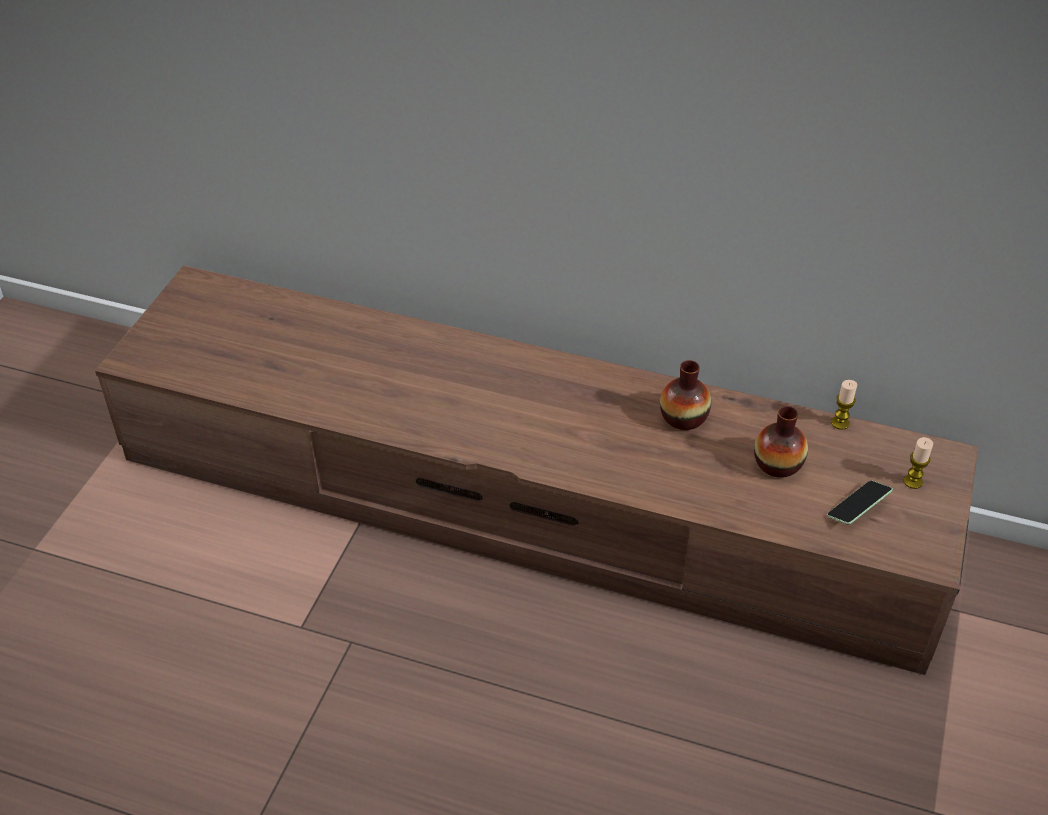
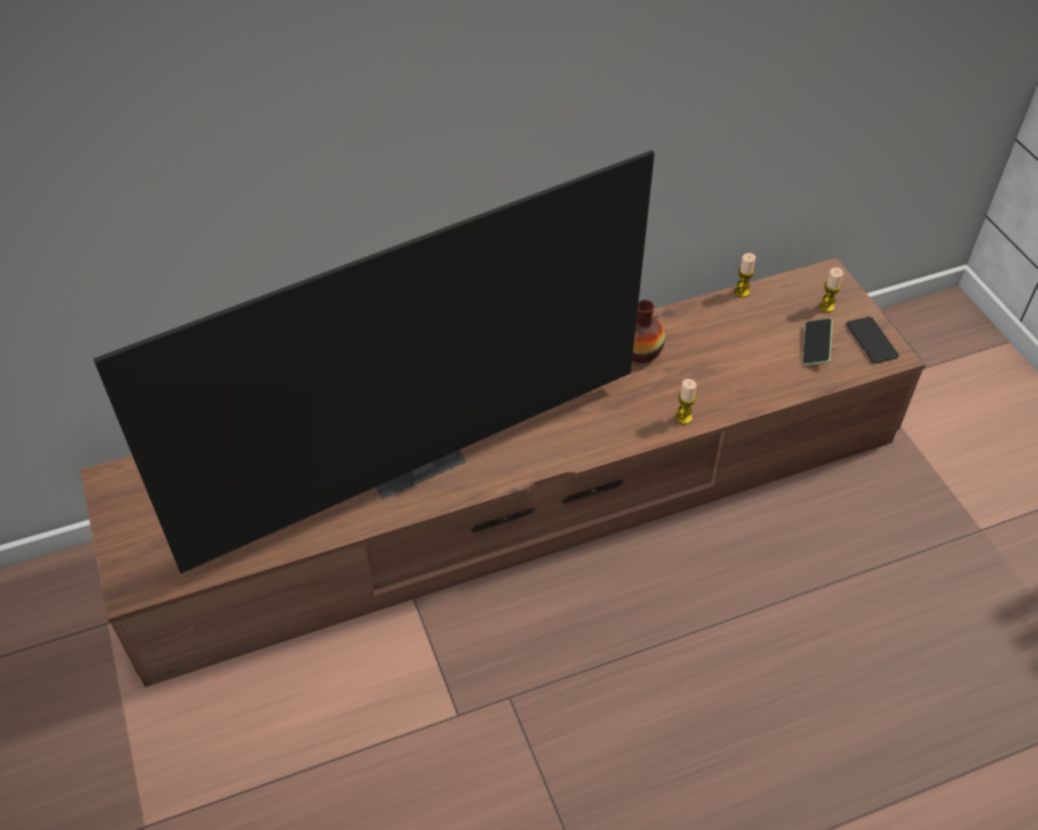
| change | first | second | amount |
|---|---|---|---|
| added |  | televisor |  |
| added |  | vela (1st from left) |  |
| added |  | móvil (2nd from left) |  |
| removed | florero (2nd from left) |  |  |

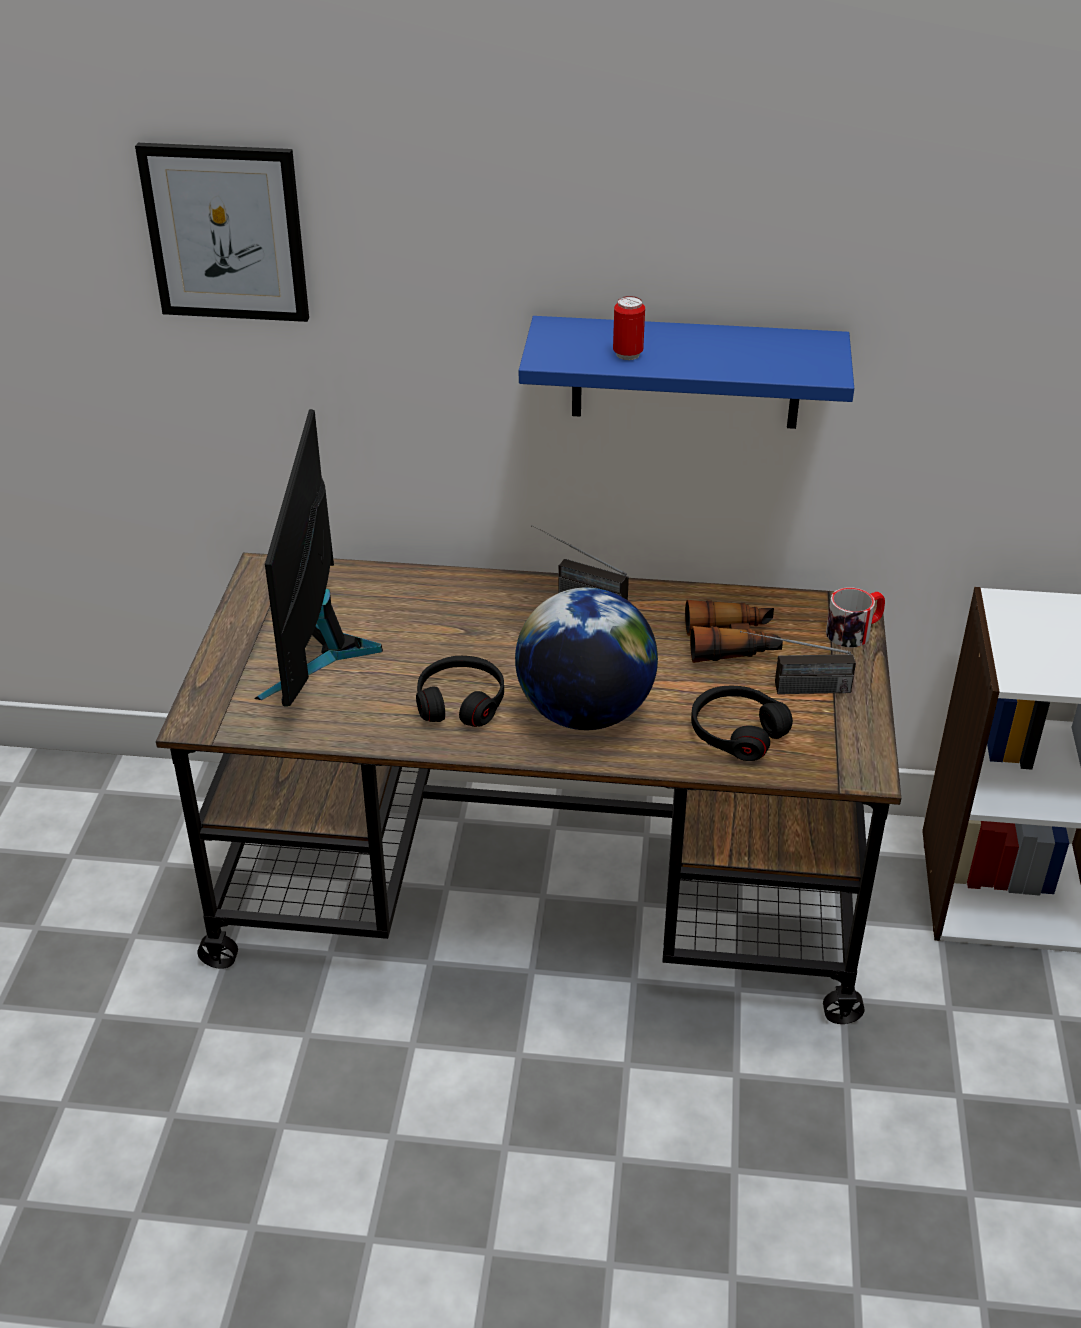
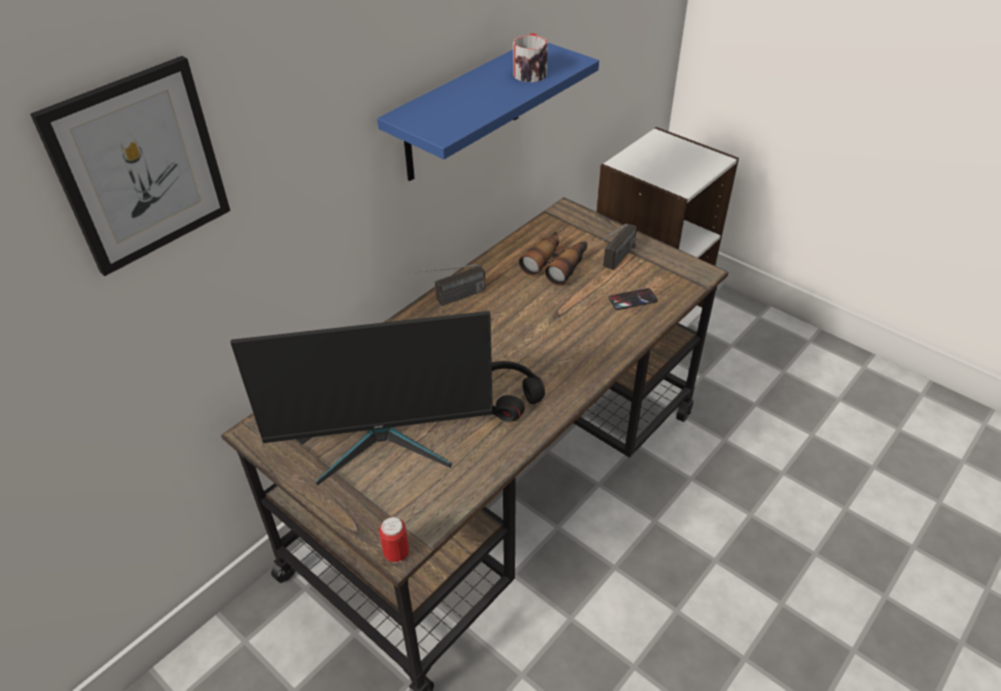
| change | first | second | amount |
|---|---|---|---|
| turned | monitor |  | 45 degrees counterclockwise |
| moved | lata |  |  |
| moved | taza grande |  |  |
| replaced | auriculares (negro) (2nd from left) | móvil |  |
| removed | globo terráqueo |  |  |

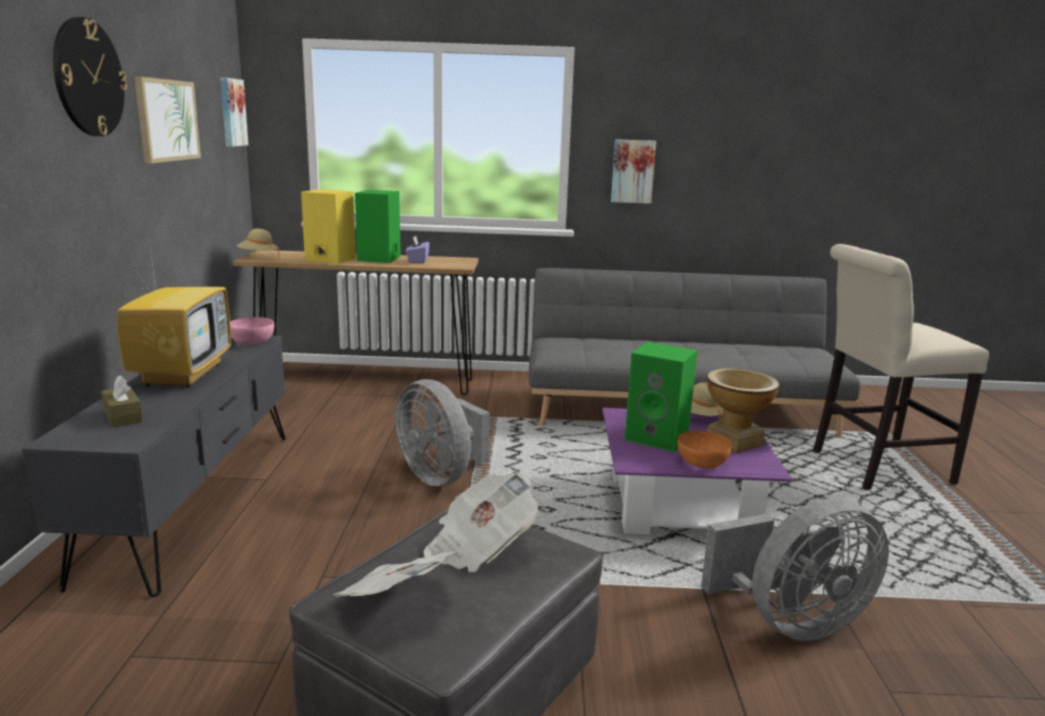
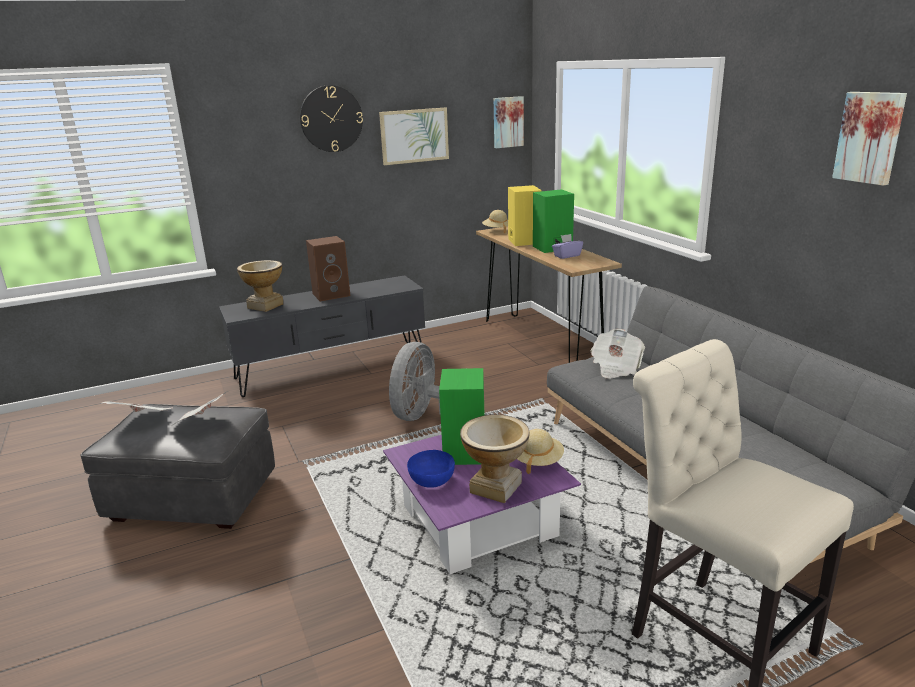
| change | first | second | amount |
|---|---|---|---|
| replaced | caja de pañuelos (marrón) | florero (1st from left) |  |
| replaced | televisor | altavoz (marrón) |  |
| recoloured | cuenco (naranja) | cuenco (azul) |  |
| added |  | periódico (3rd from left) |  |
| moved | cuadro (3rd from left) |  |  |
| removed | cuenco (rosa) |  |  |
| removed | ventilador (gris) (2nd from left) |  |  |

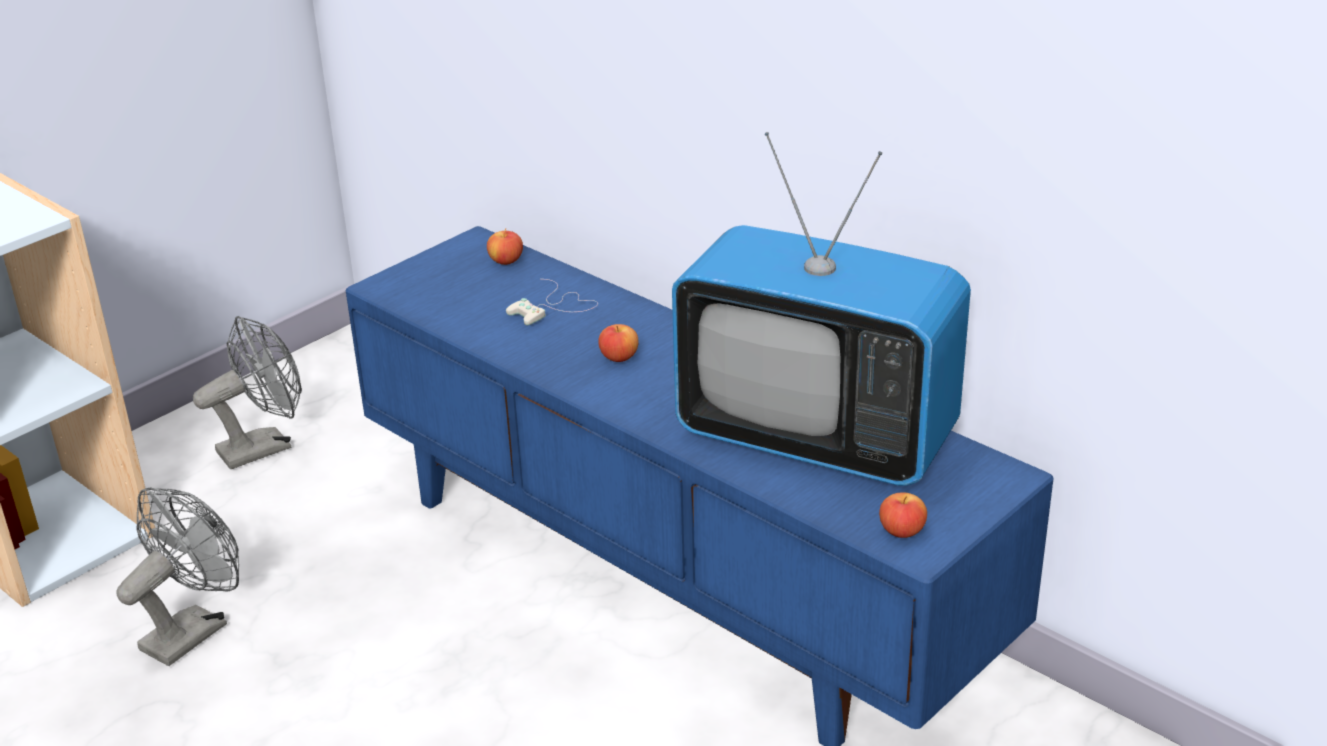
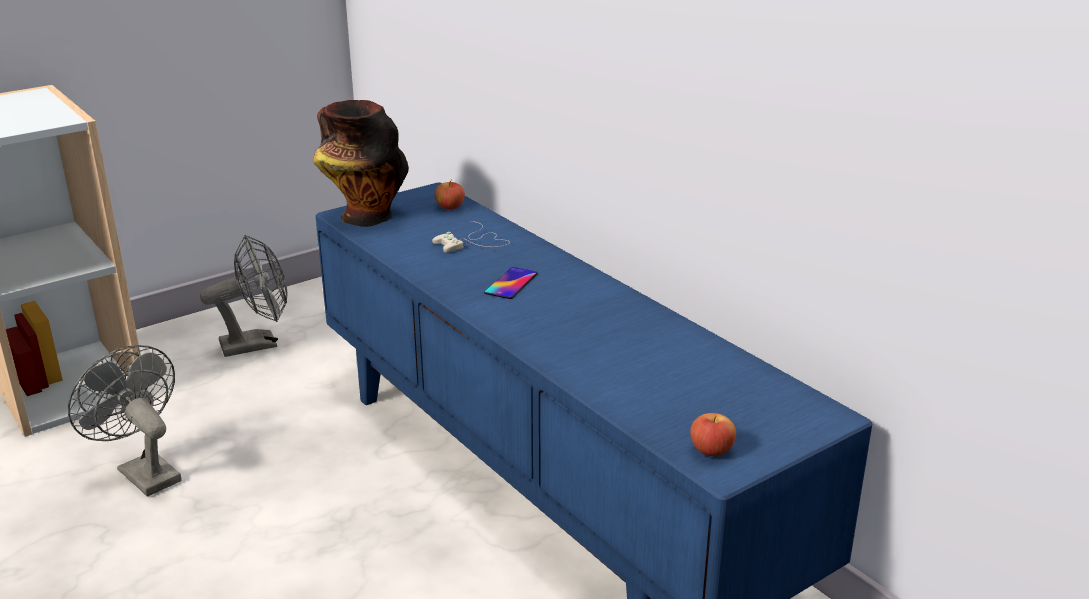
| change | first | second | amount |
|---|---|---|---|
| turned | ventilador (gris) (1st from left) |  | 90 degrees counterclockwise |
| added |  | florero |  |
| replaced | manzana (2nd from left) | móvil |  |
| removed | televisor |  |  |

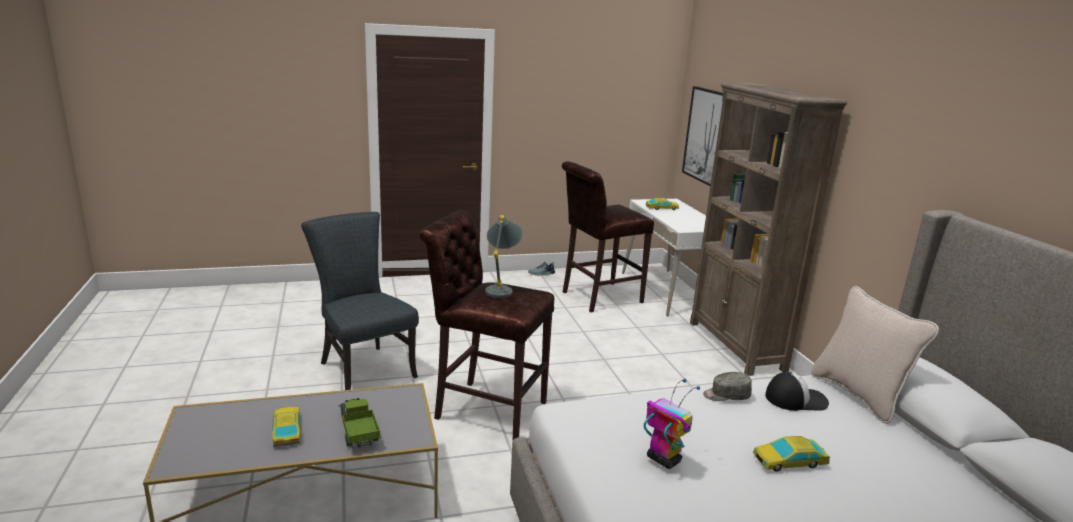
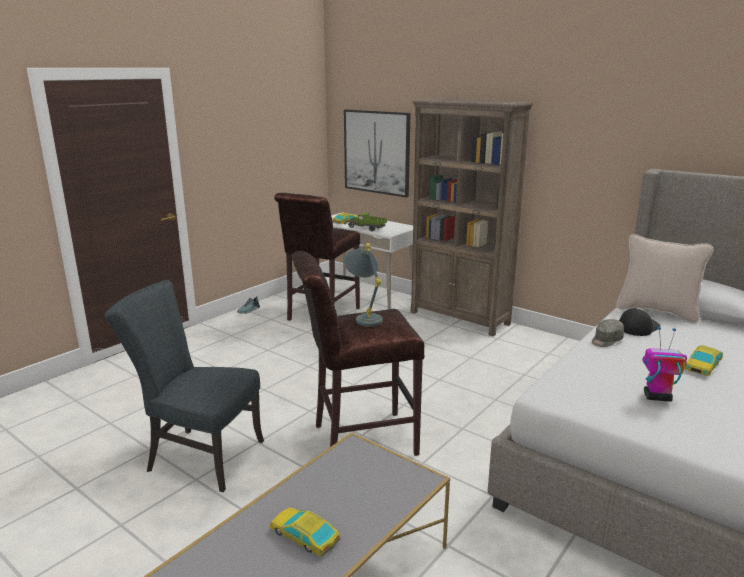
| change | first | second | amount |
|---|---|---|---|
| moved | camión de juguete |  |  |

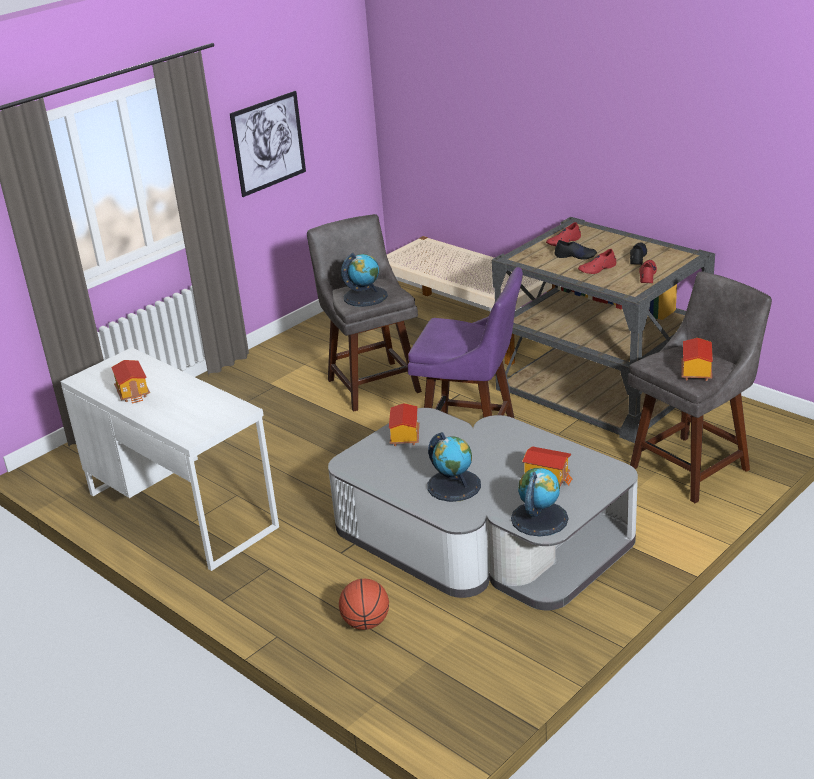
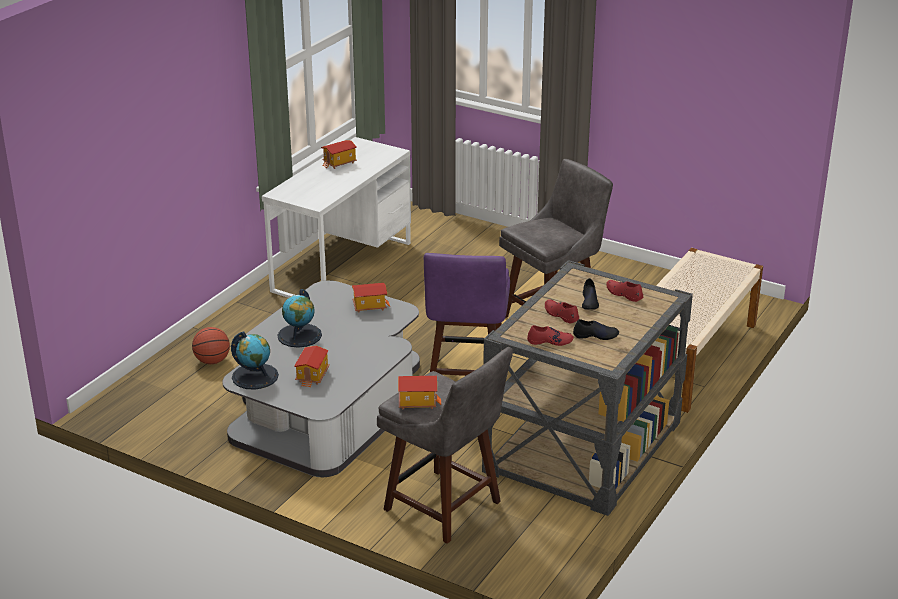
| change | first | second | amount |
|---|---|---|---|
| removed | cuadro |  |  |
| removed | globo terráqueo (1st from left) |  |  |

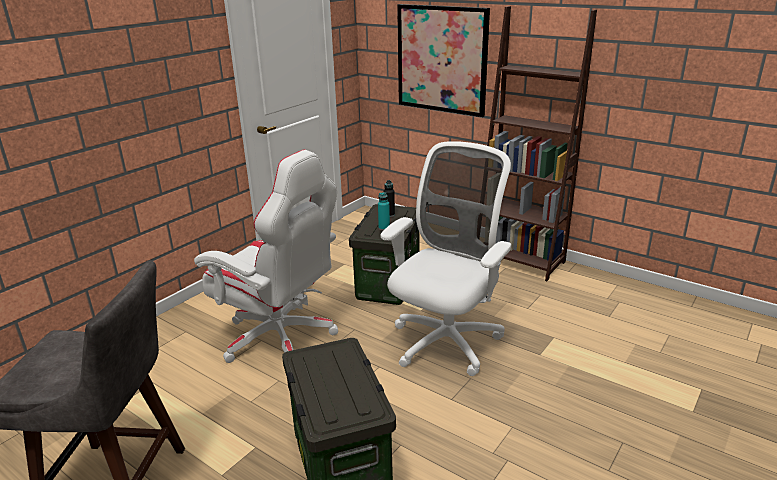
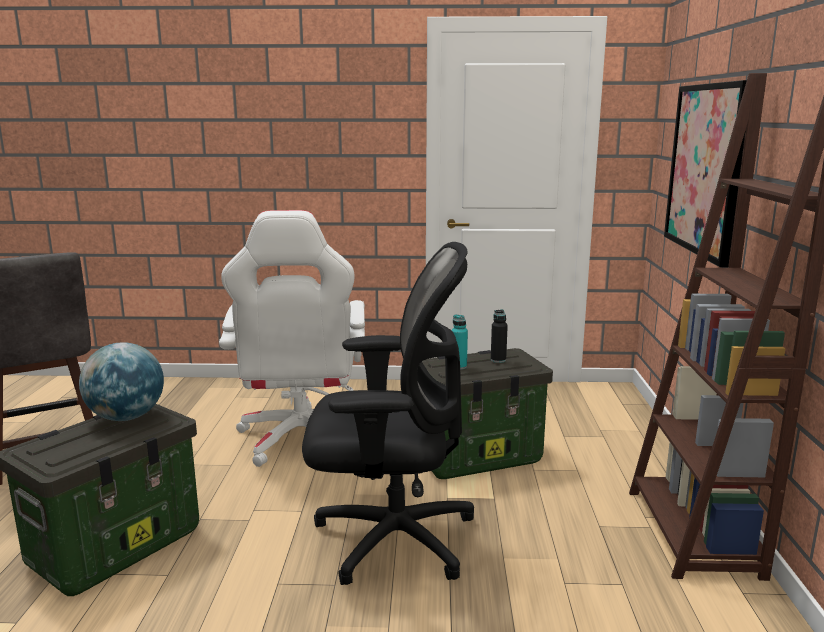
| change | first | second | amount |
|---|---|---|---|
| added |  | globo terráqueo |  |
| recoloured | silla de oficina (blanco) (2nd from left) | silla de oficina (negro) |  |

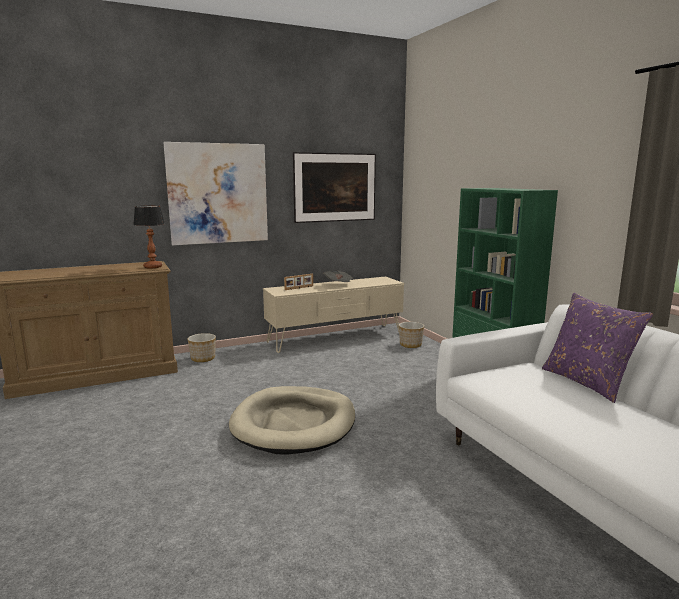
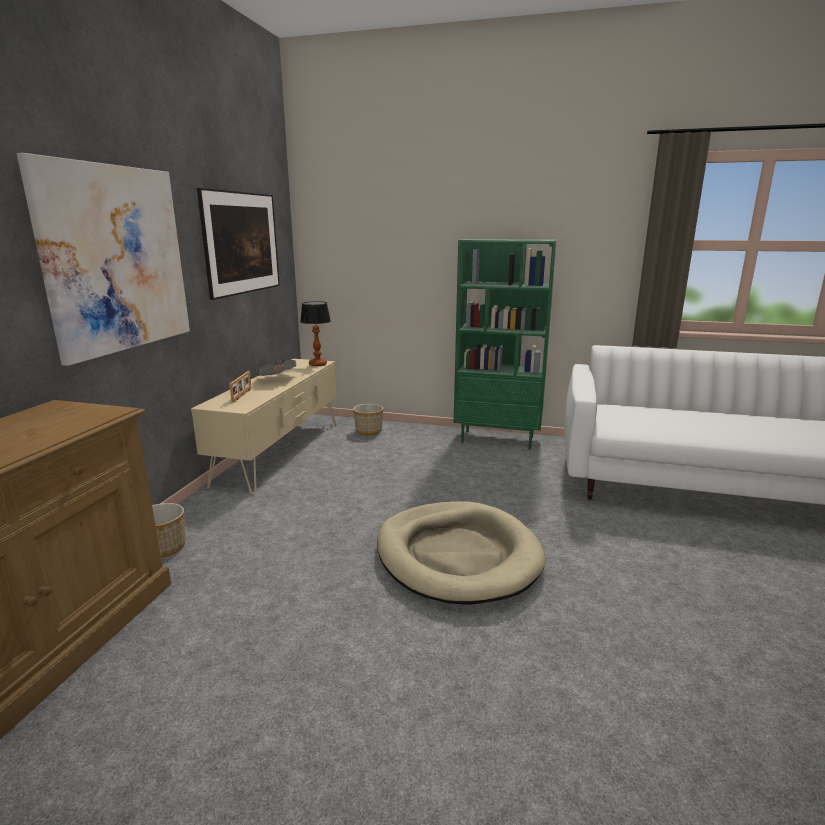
| change | first | second | amount |
|---|---|---|---|
| moved | lámpara de mesa |  |  |
| removed | cojín (morado) |  |  |

